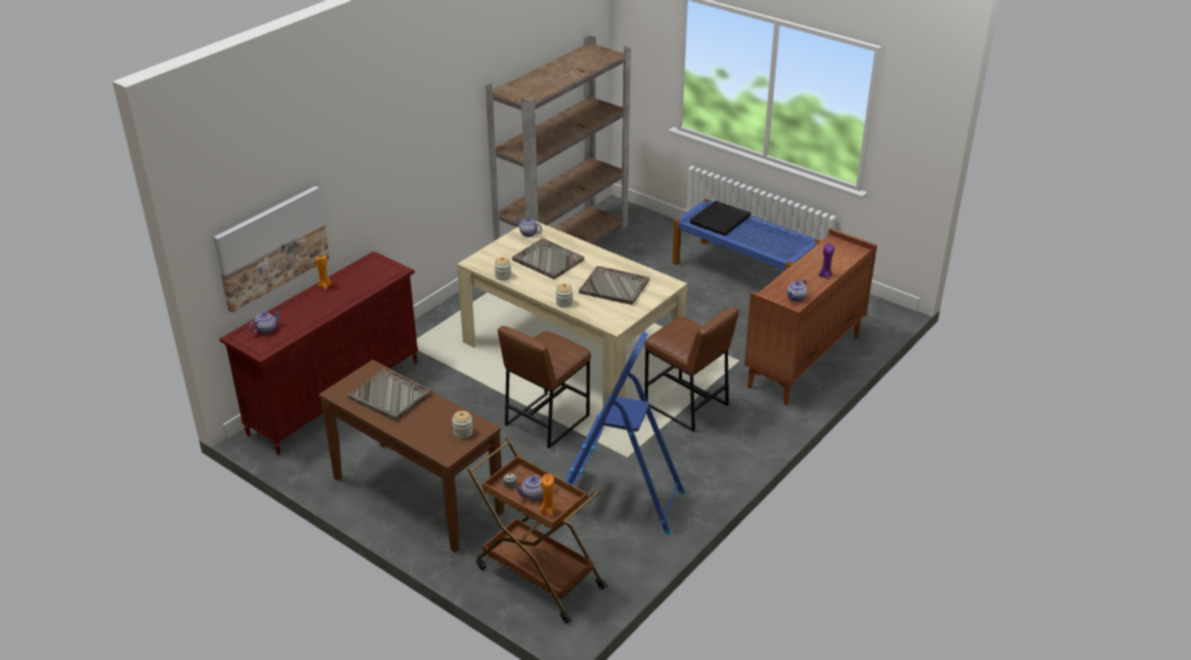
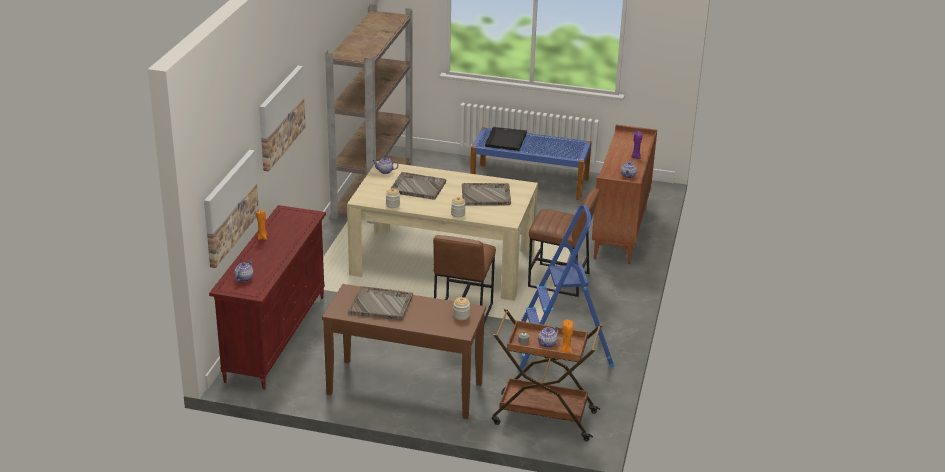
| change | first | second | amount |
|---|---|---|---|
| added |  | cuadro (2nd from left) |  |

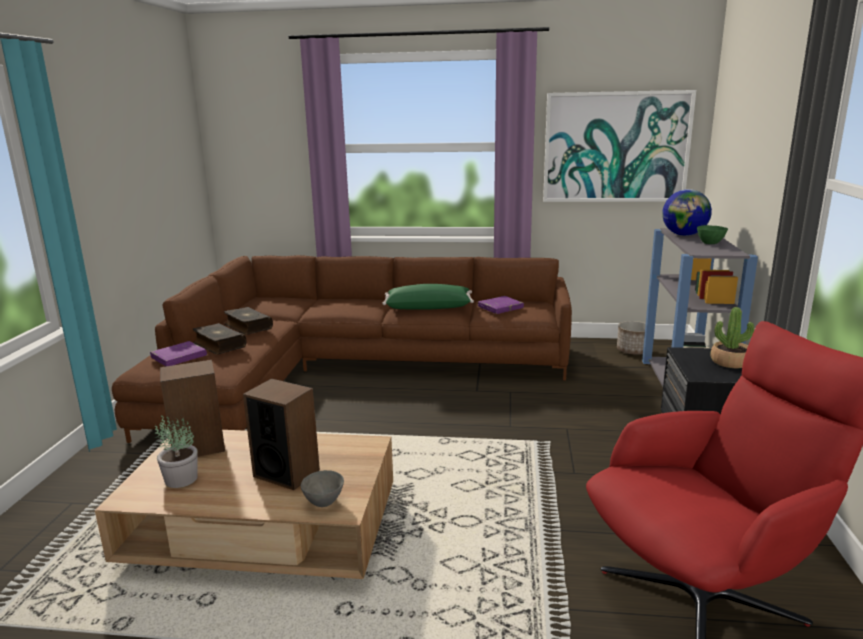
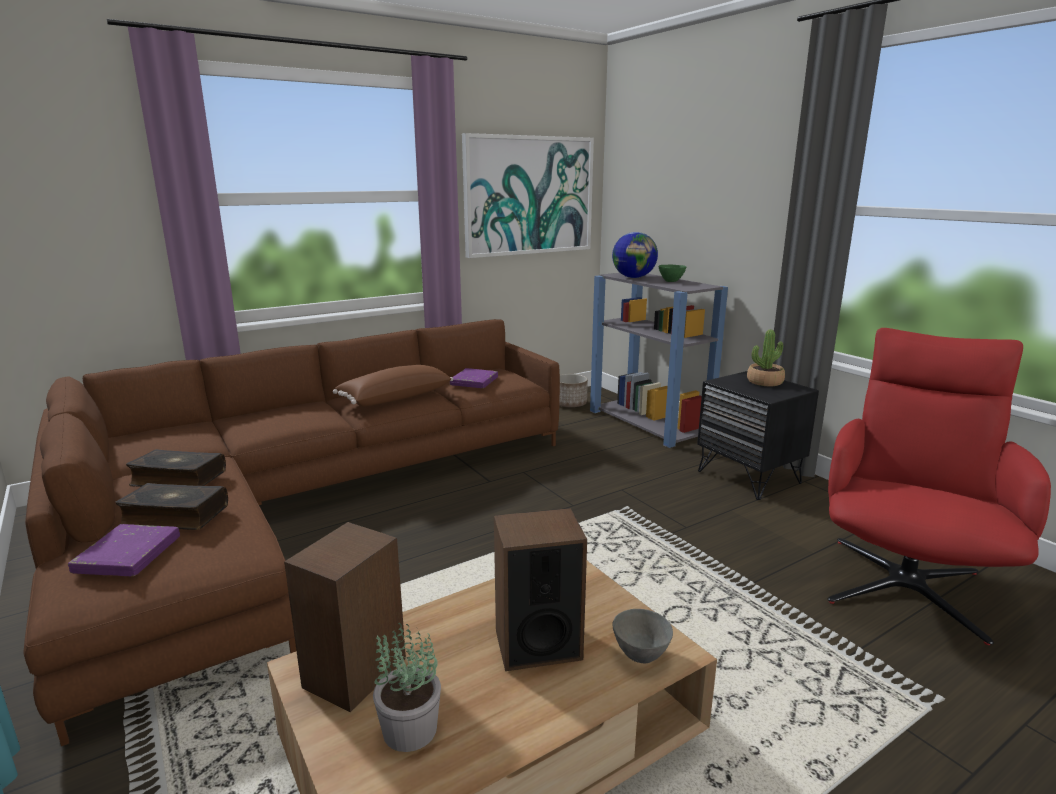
| change | first | second | amount |
|---|---|---|---|
| recoloured | cojín (verde) | cojín (marrón) |  |

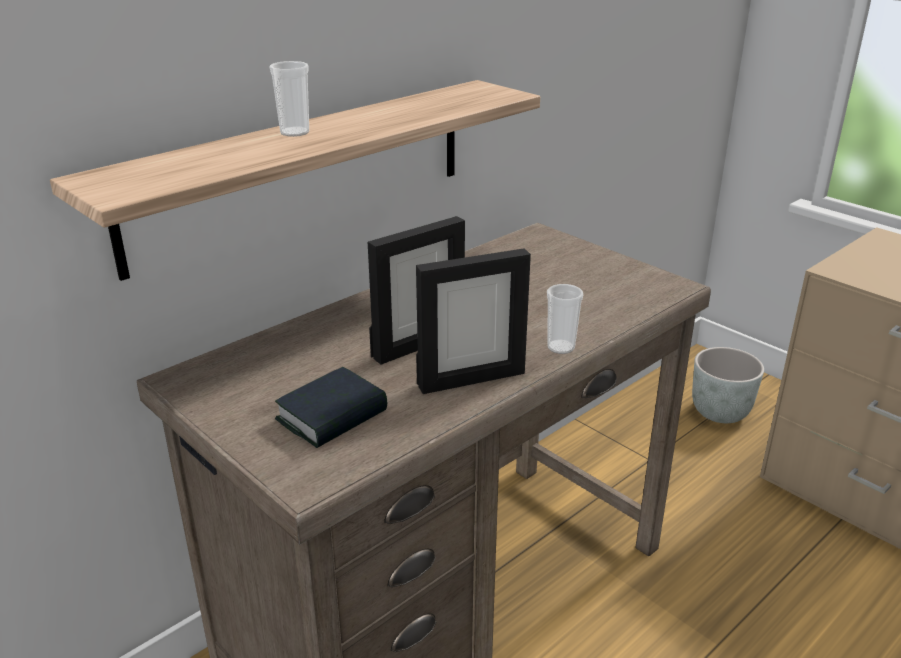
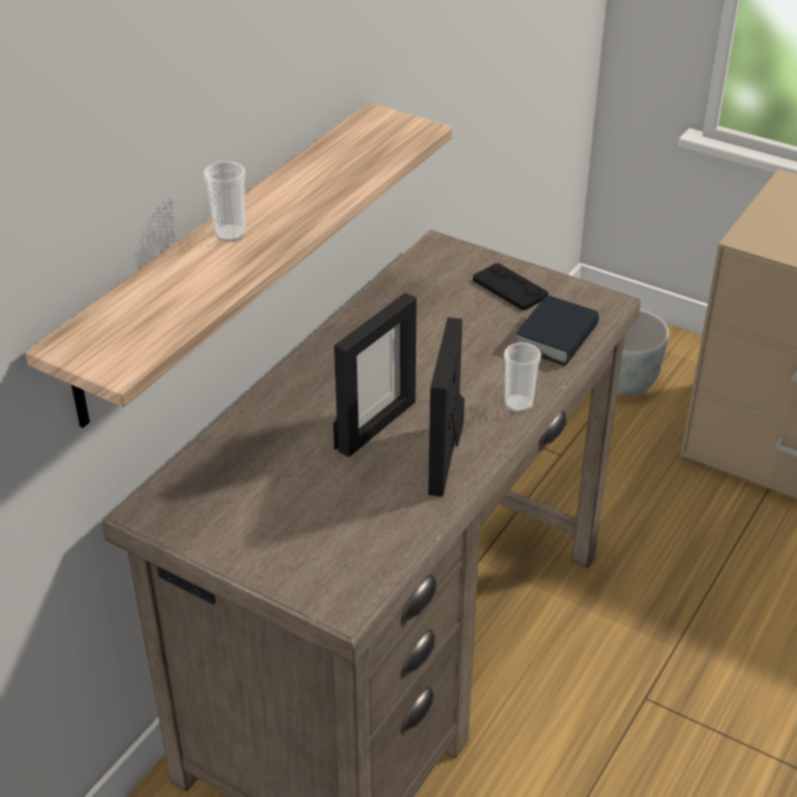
| change | first | second | amount |
|---|---|---|---|
| turned | portarretratos (2nd from left) |  | 135 degrees clockwise |
| added |  | mando de consola (negro) |  |
| moved | libro |  |  |

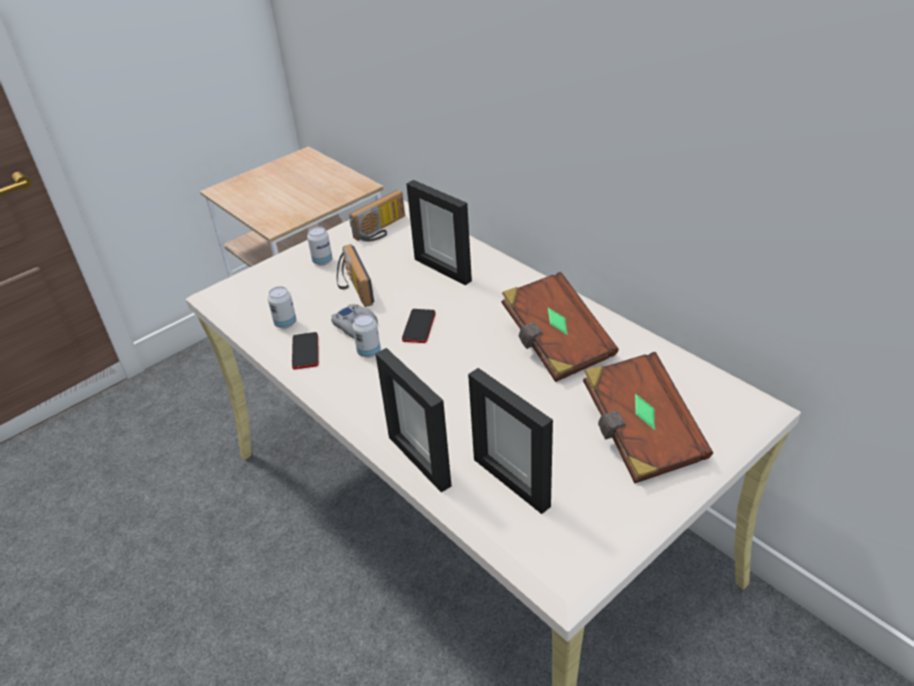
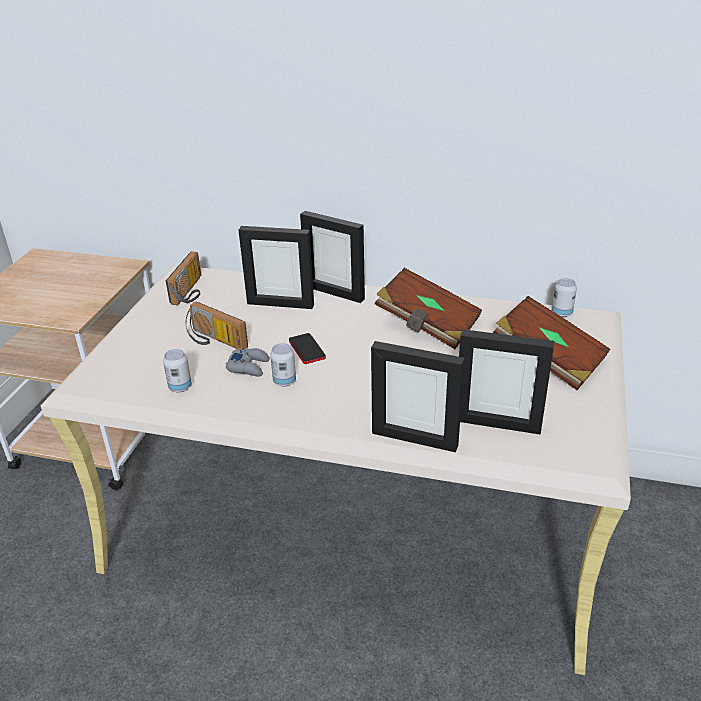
| change | first | second | amount |
|---|---|---|---|
| added |  | portarretratos (2nd from left) |  |
| moved | lata (2nd from left in the first image) | lata (3rd from left) |  |
| removed | móvil (1st from left) |  |  |

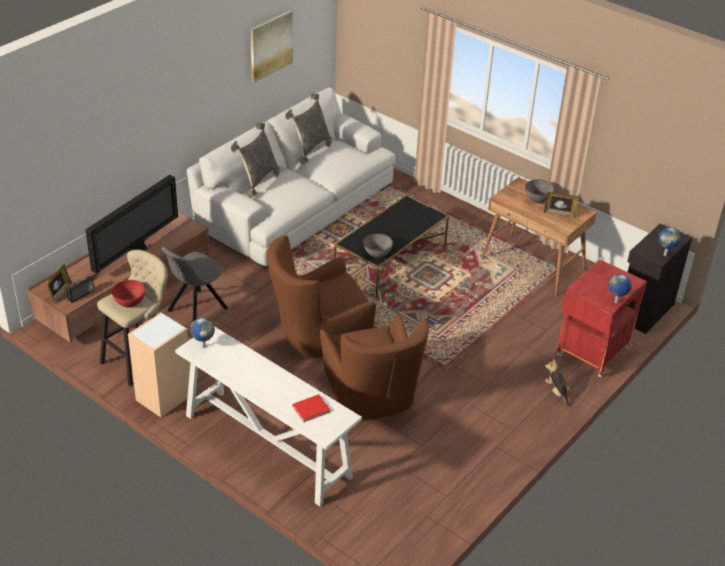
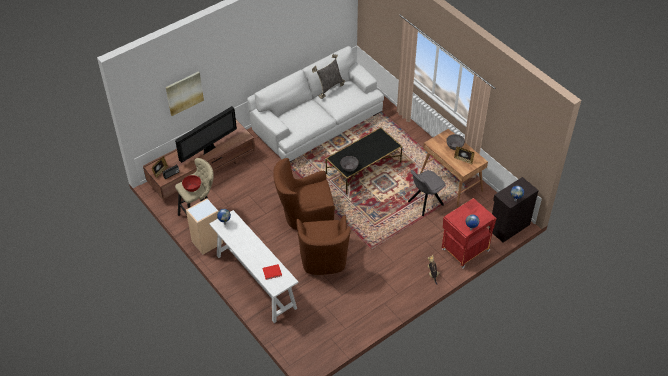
| change | first | second | amount |
|---|---|---|---|
| moved | cuadro |  |  |
| moved | silla (gris) |  |  |
| removed | cojín (1st from left) |  |  |

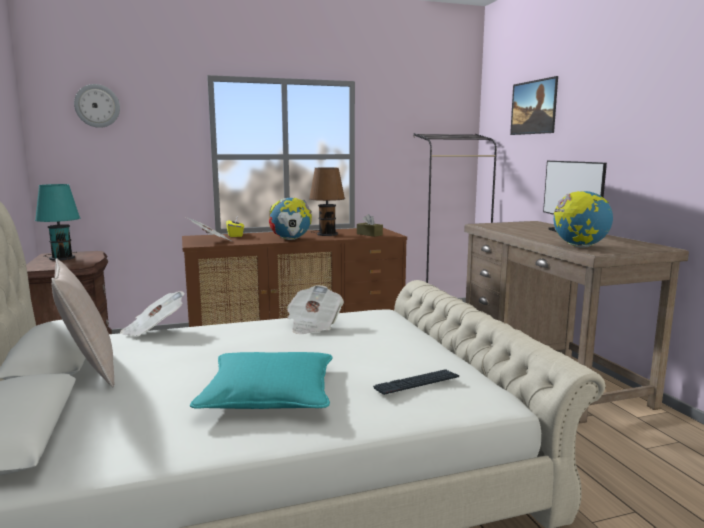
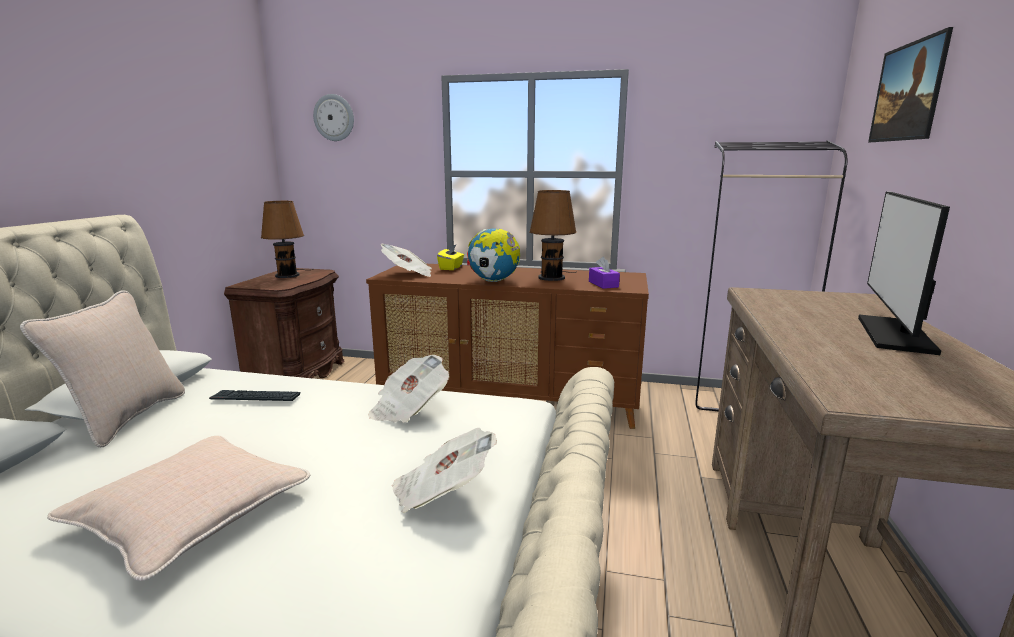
| change | first | second | amount |
|---|---|---|---|
| recoloured | cojín (turquesa) | cojín (beis) (2nd from left) |  |
| moved | teclado |  |  |
| recoloured | lámpara de mesa (turquesa) | lámpara de mesa (marrón) (1st from left) |  |
| moved | periódico (1st from left in the first image) | periódico (3rd from left) |  |
| recoloured | caja de pañuelos (marrón) | caja de pañuelos (morado) |  |
| removed | globo terráqueo (2nd from left) |  |  |

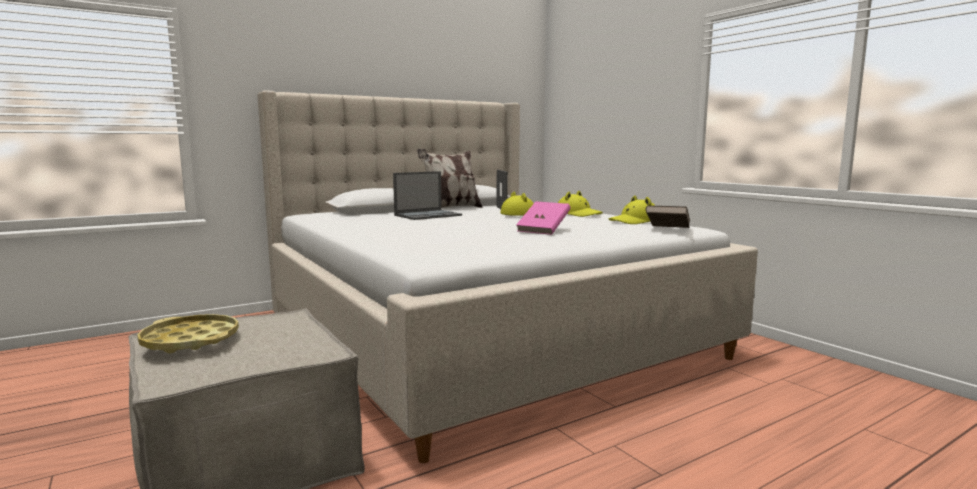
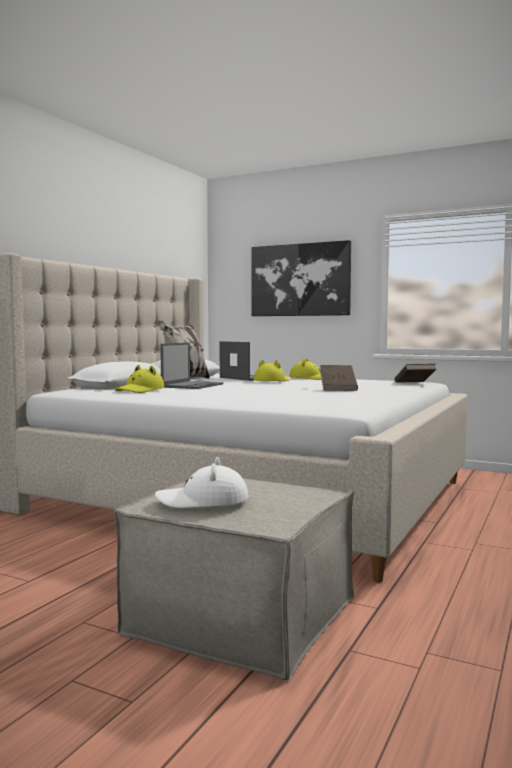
| change | first | second | amount |
|---|---|---|---|
| moved | sombrero (amarillo) (3rd from left in the first image) | sombrero (amarillo) (1st from left) |  |
| replaced | bandeja (amarillo) | sombrero (blanco) |  |
| added |  | cuadro |  |
| recoloured | libro (rosa) | libro (marrón) (1st from left) |  |

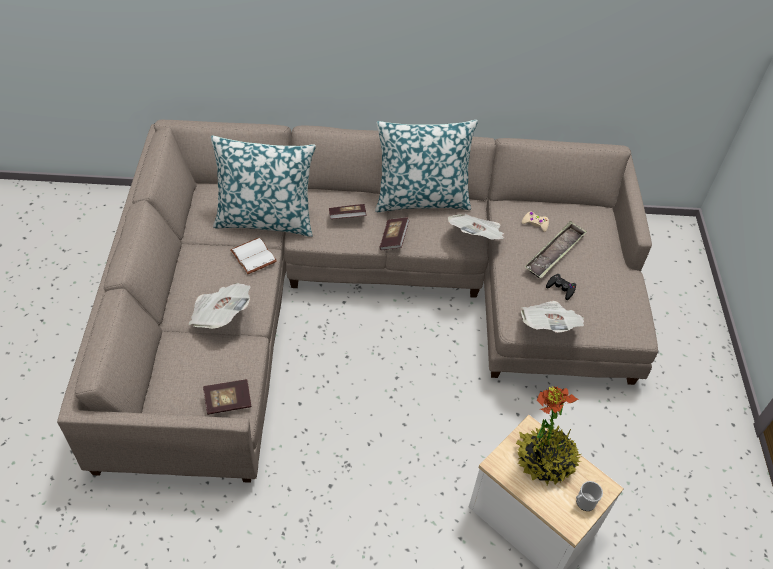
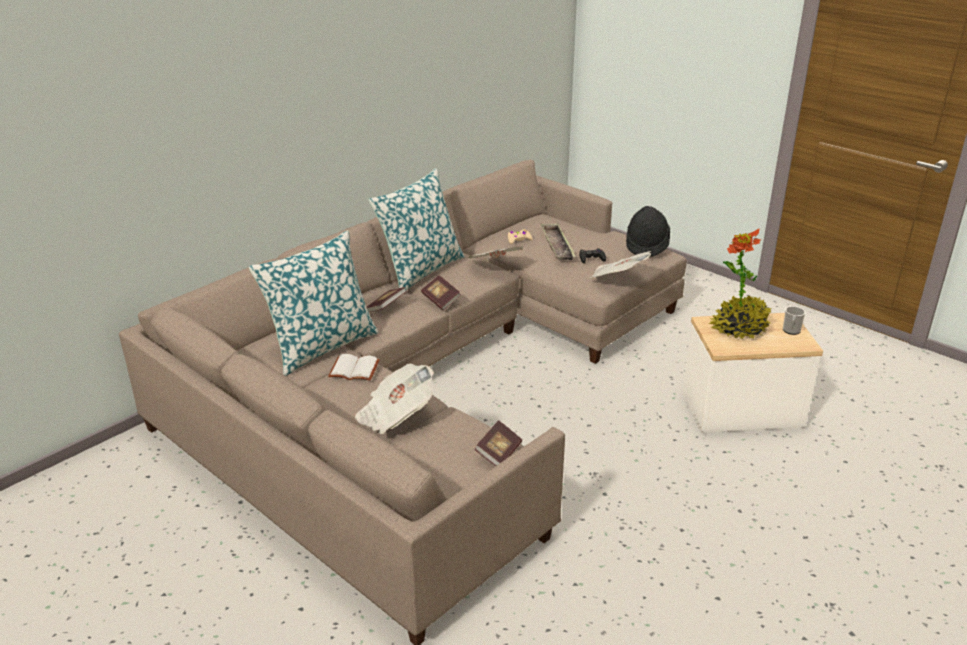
| change | first | second | amount |
|---|---|---|---|
| added |  | sombrero (negro) |  |

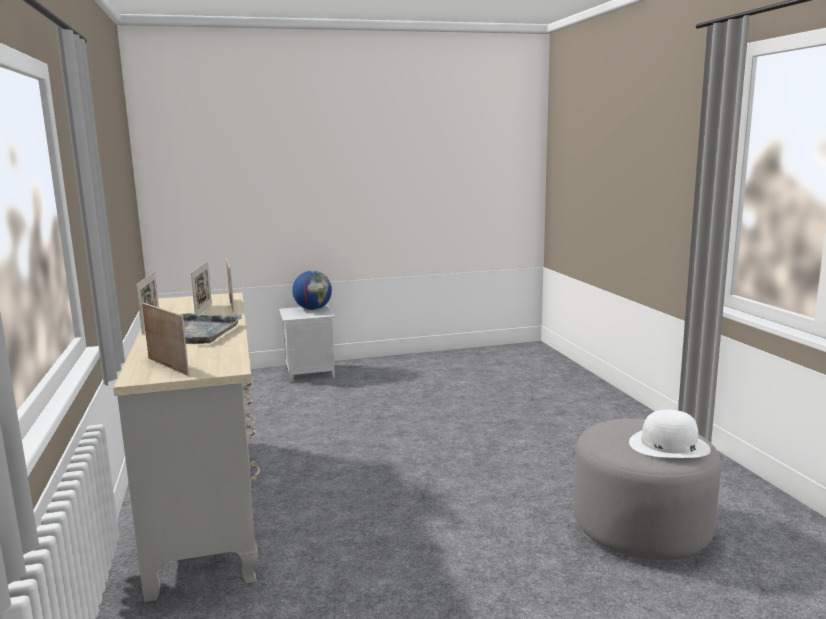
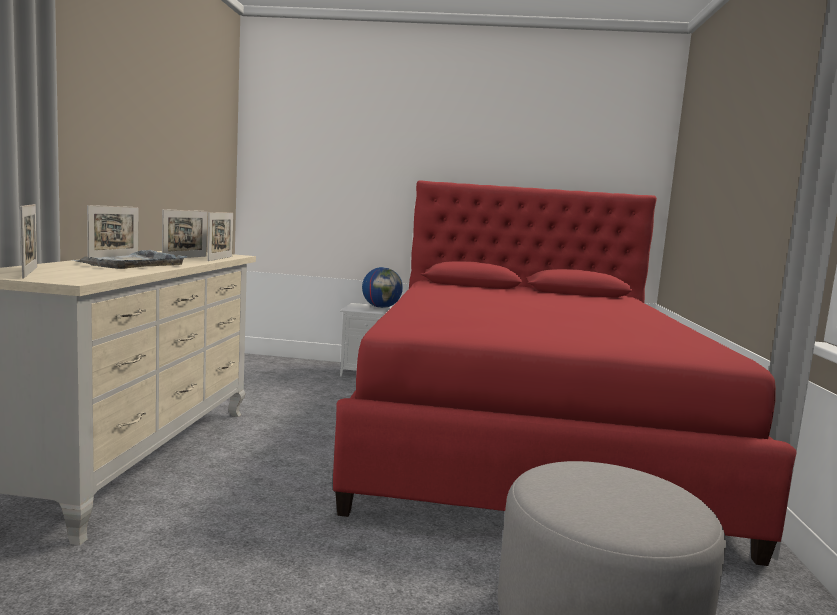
| change | first | second | amount |
|---|---|---|---|
| added |  | cama (rojo) |  |
| removed | sombrero (blanco) |  |  |

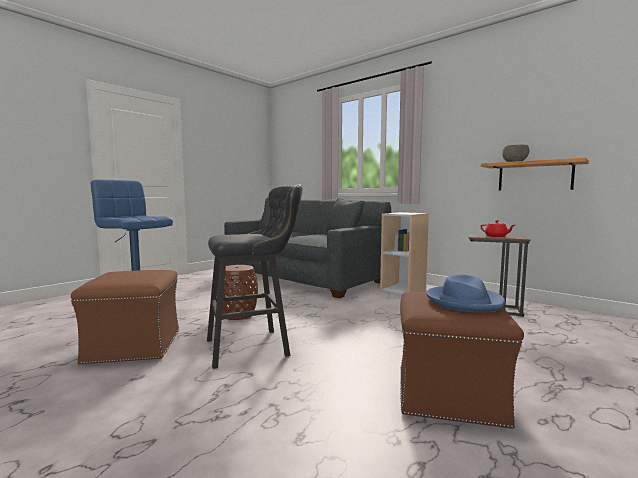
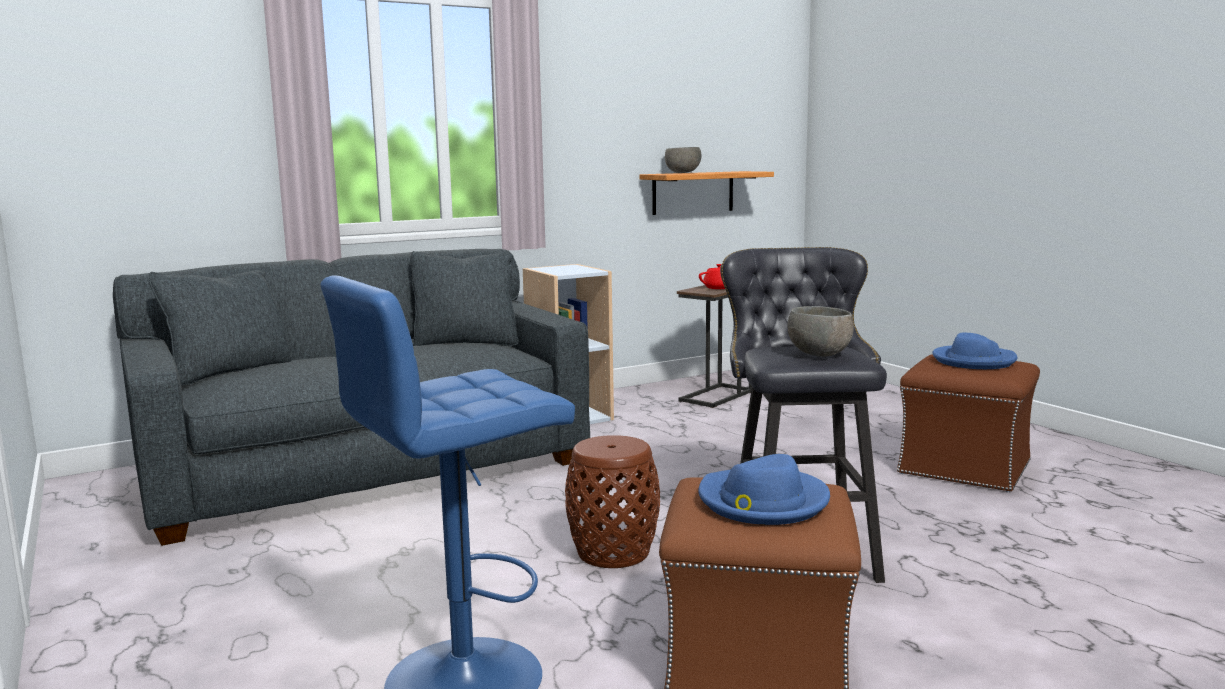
| change | first | second | amount |
|---|---|---|---|
| added |  | sombrero (azul) (1st from left) |  |
| added |  | cuenco (gris) (2nd from left) |  |

